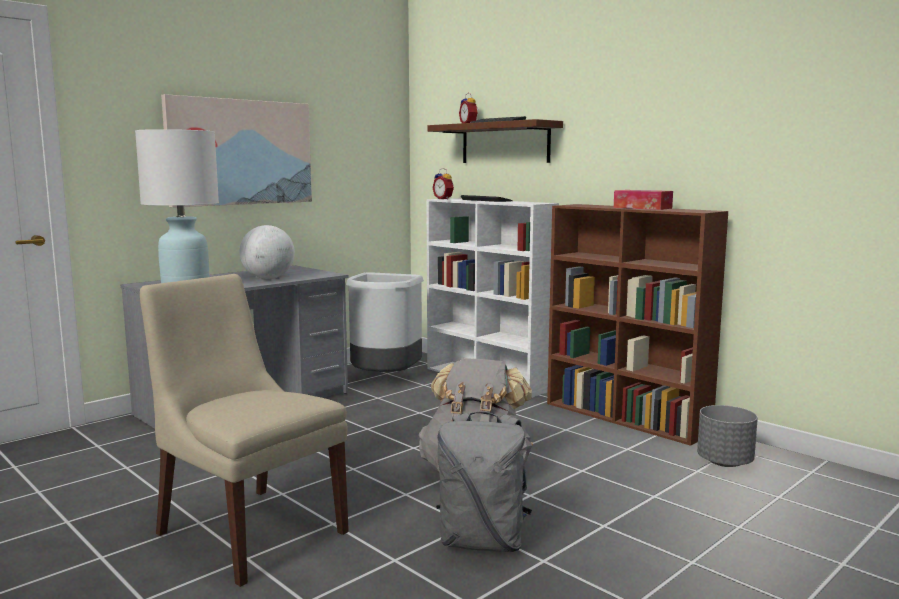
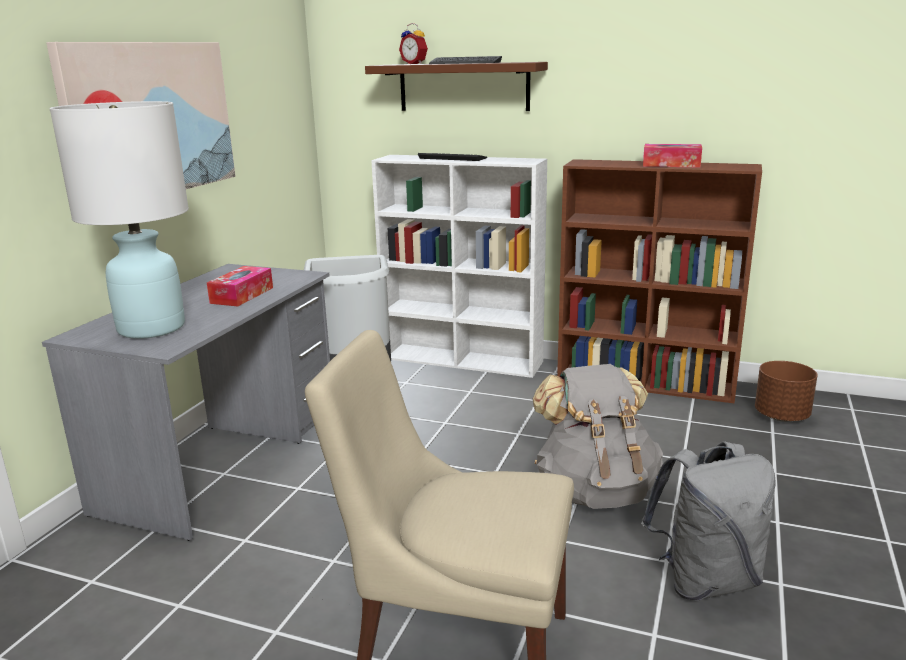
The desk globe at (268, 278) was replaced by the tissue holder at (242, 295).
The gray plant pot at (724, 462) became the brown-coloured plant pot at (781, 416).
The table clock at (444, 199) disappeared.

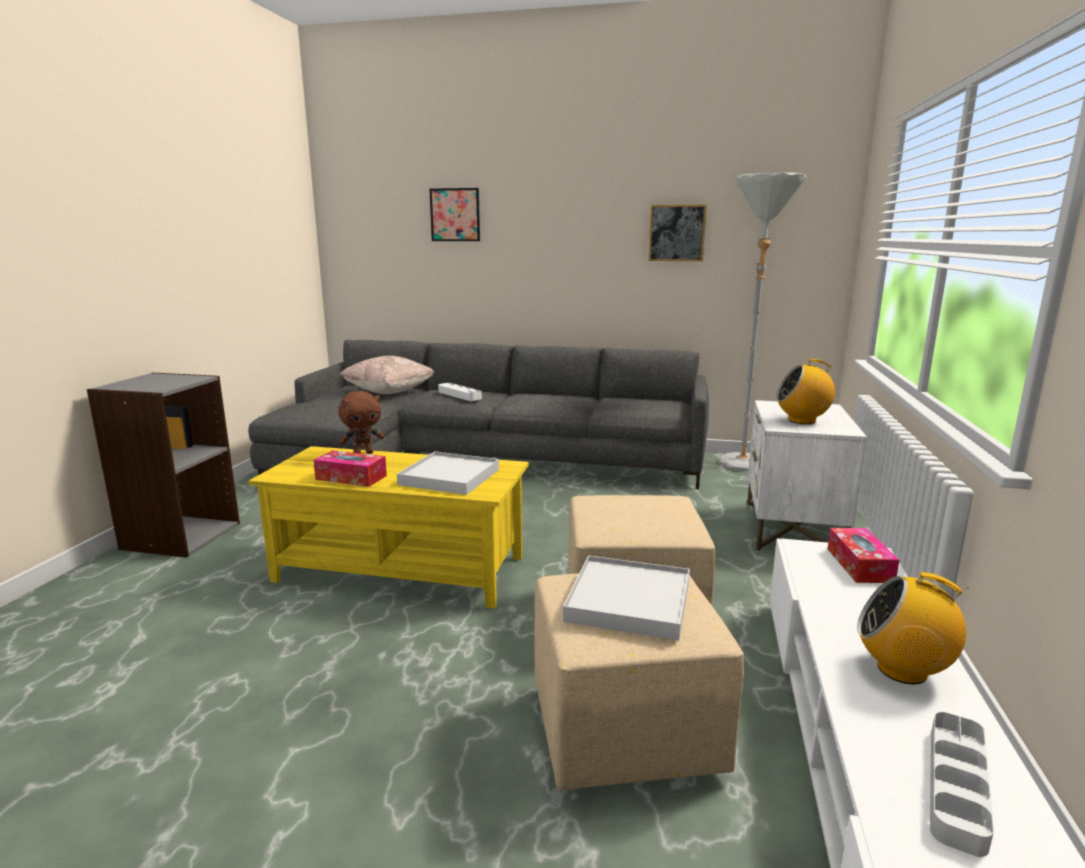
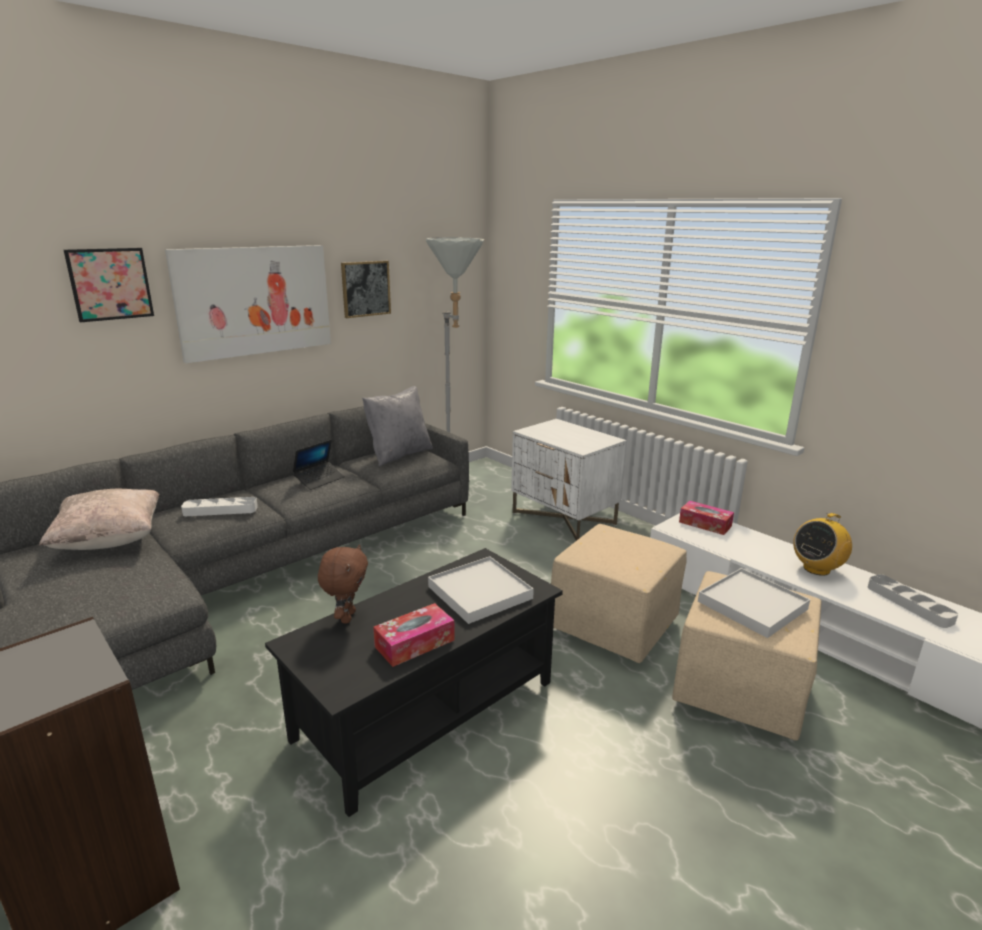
The wall picture at (254, 301) appeared.
The yellow coffee table at (401, 569) became the blackish coffee table at (427, 709).
The portable computer at (319, 480) appeared.
The gray cushion at (399, 454) appeared.
The radio receiver at (802, 420) disappeared.

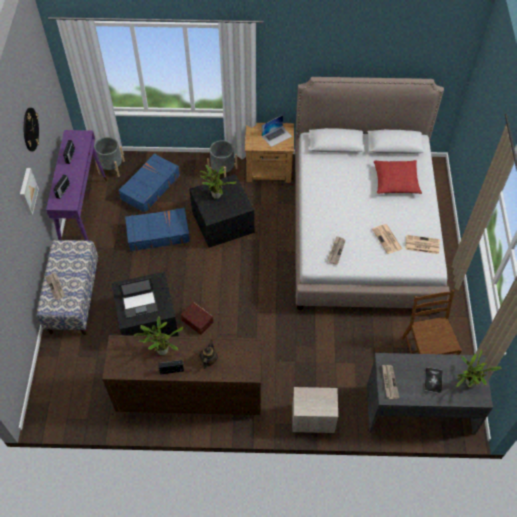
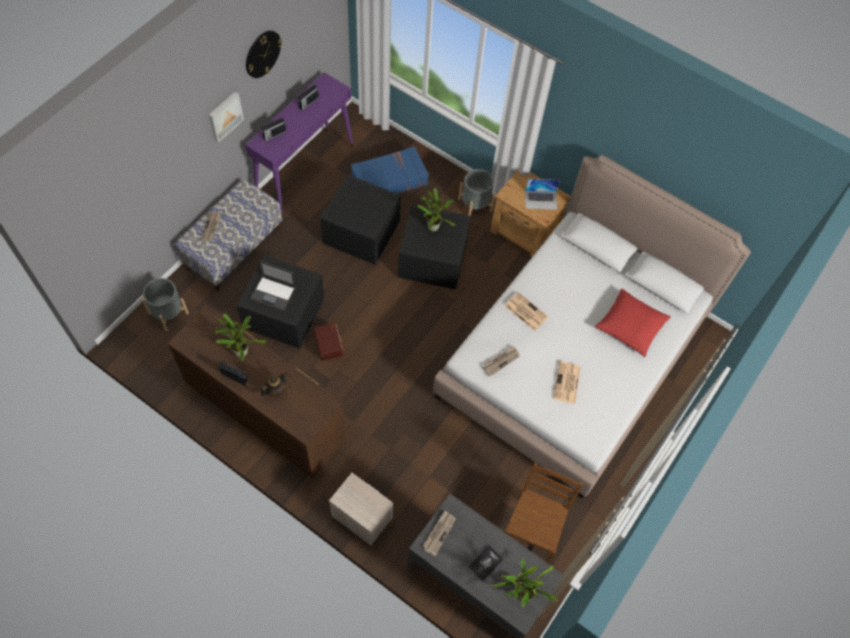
The gray plant pot moved from (111, 167) to (168, 313).
The blue suitcase at (158, 233) was replaced by the blackish storage box at (360, 232).
The printed paper moved from (421, 245) to (525, 311).

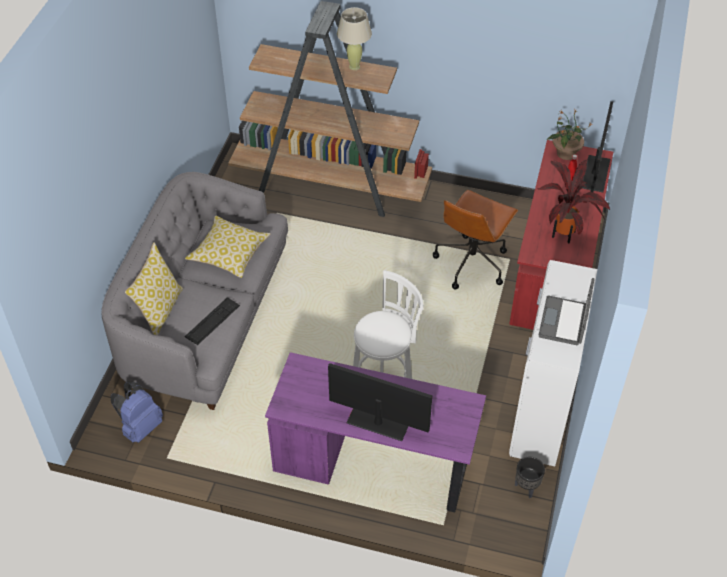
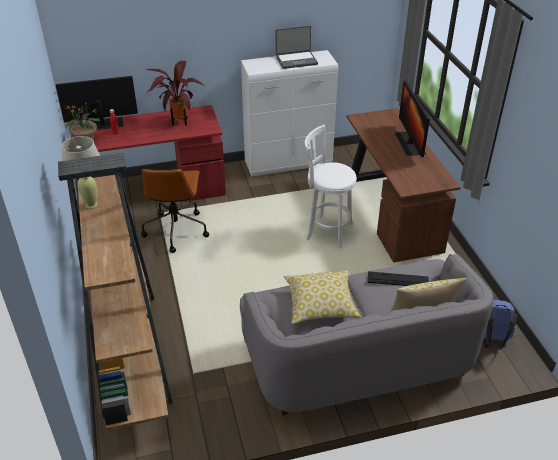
The brown-coloured office chair at (471, 262) turned 90 degrees clockwise.
The purplish desk table at (375, 465) became the brown-coloured desk table at (391, 212).
The blackish plant pot at (526, 487) disappeared.

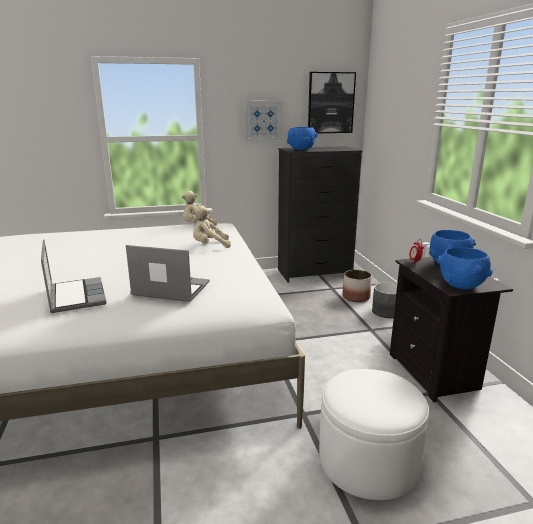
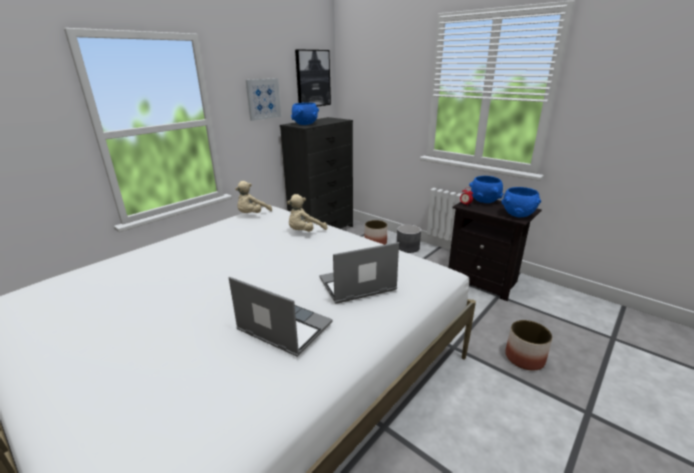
The white ottoman at (368, 460) was replaced by the plant pot at (525, 358).

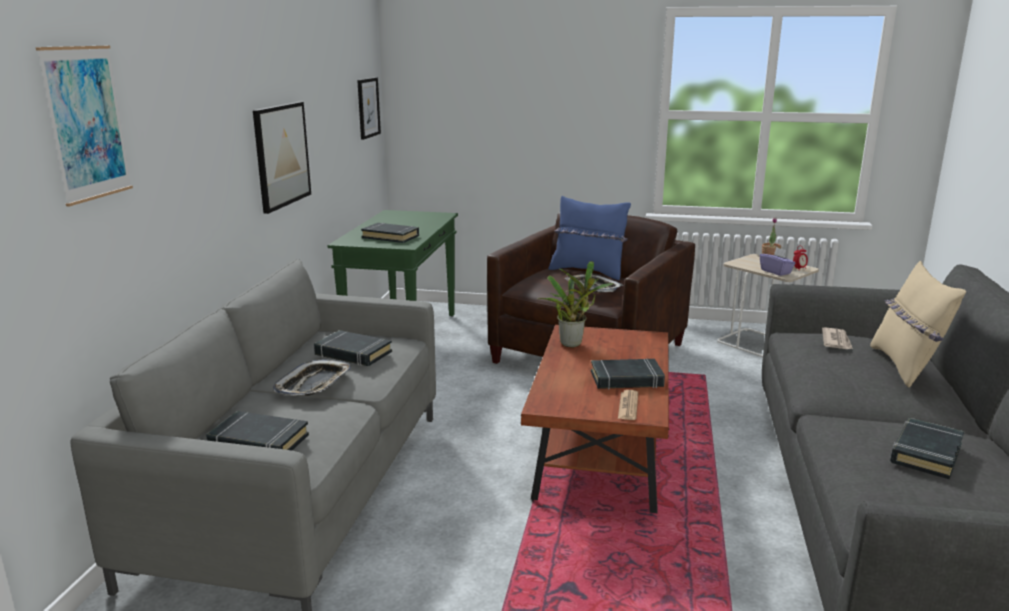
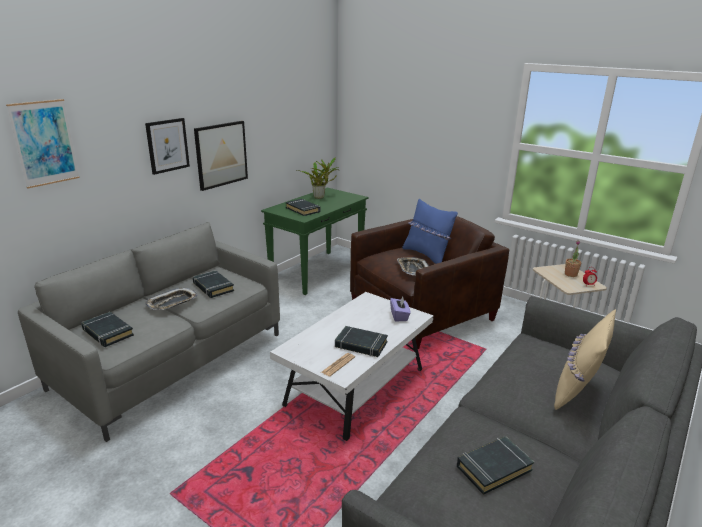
The wall picture moved from (368, 107) to (167, 145).
The brown-coloured coffee table at (600, 453) became the white coffee table at (355, 387).
The potted plant moved from (573, 343) to (320, 197).
The purplish tissue holder moved from (776, 272) to (399, 316).
The printed paper at (836, 341) disappeared.

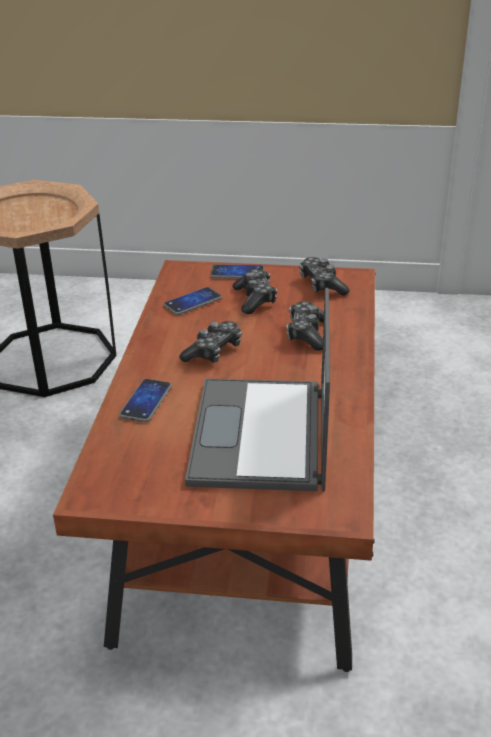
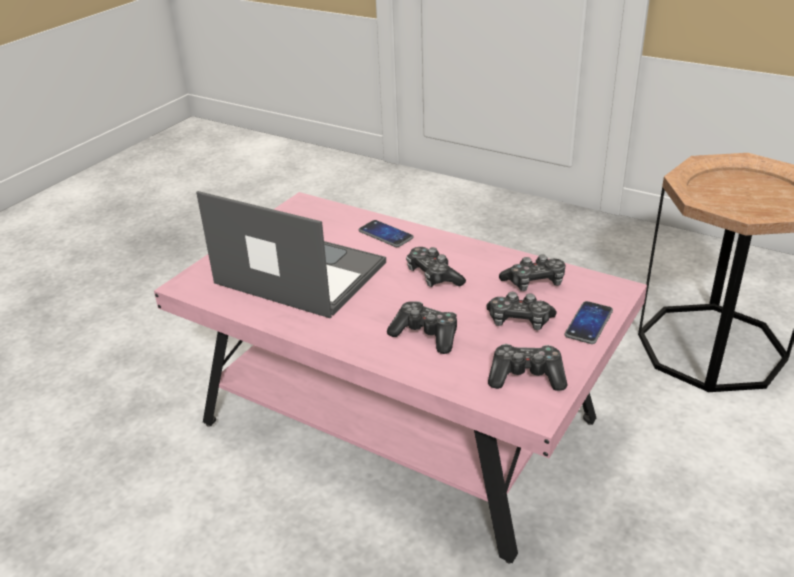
The brown-coloured coffee table at (250, 512) became the pink-coloured coffee table at (399, 423).
The handset at (192, 302) was replaced by the joypad at (534, 282).

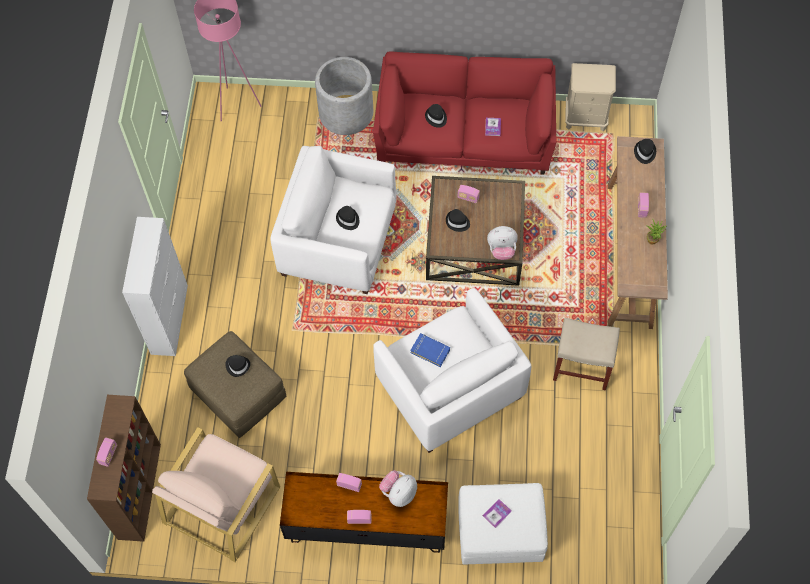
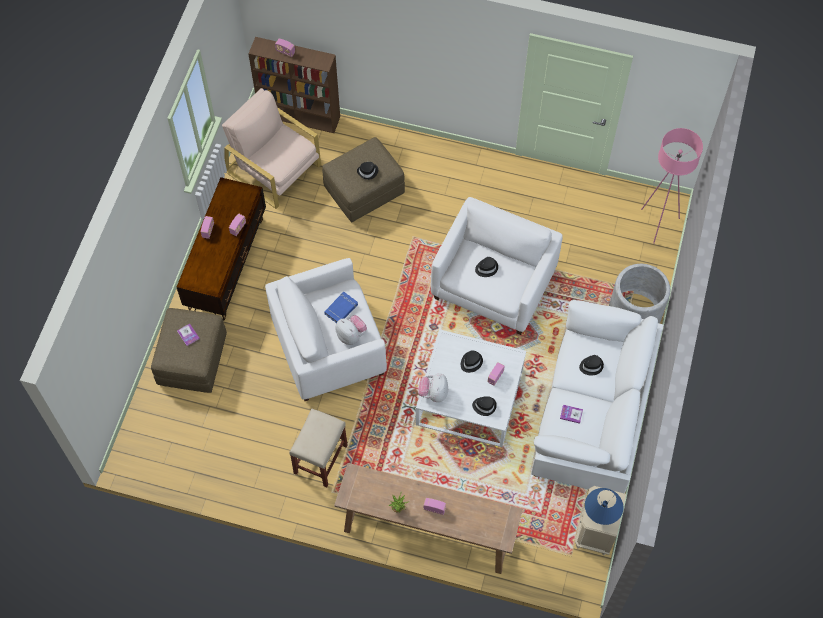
The white ottoman at (500, 531) became the brown-coloured ottoman at (192, 360).
The plush toy moved from (399, 493) to (351, 335).
The brown-coloured coffee table at (474, 241) became the white coffee table at (470, 397).
The blackish hat moved from (644, 152) to (484, 406).
The red couch at (464, 135) became the white couch at (592, 413).
The blue table lamp at (601, 513) appeared.
The white storage cabinet at (169, 319) disappeared.

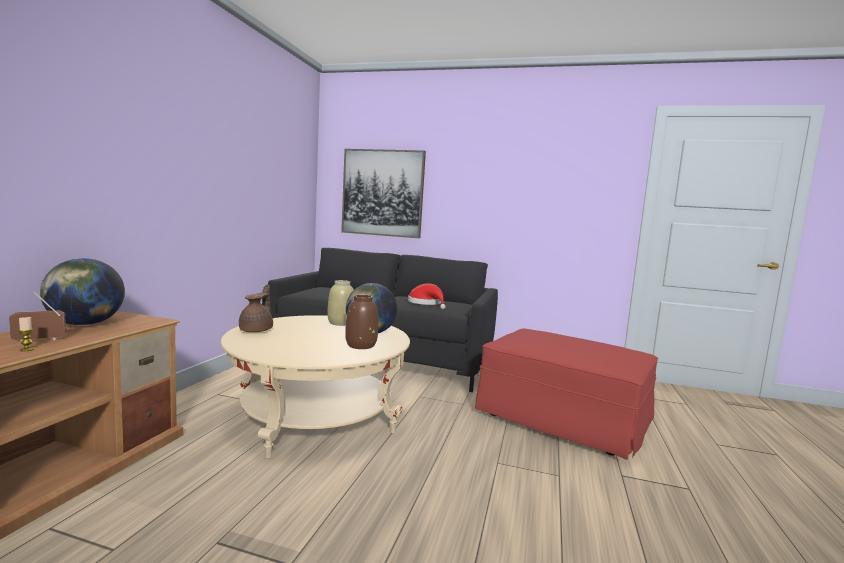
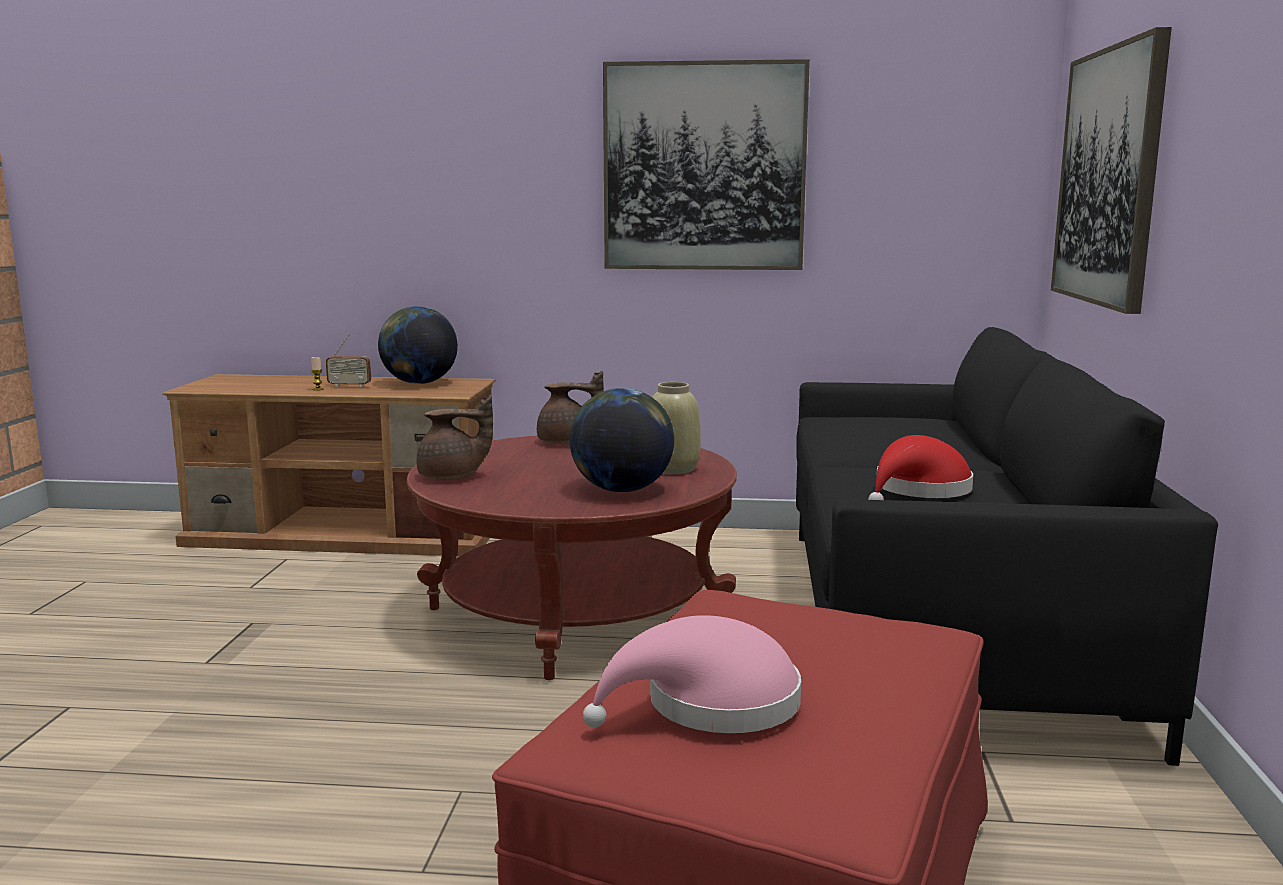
The radio receiver at (39, 340) turned 135 degrees clockwise.
The beige coffee table at (317, 416) became the red coffee table at (575, 614).
The brown-coloured teapot at (452, 477) appeared.
The pink-coloured hat at (710, 705) appeared.
The wall picture at (704, 167) appeared.
The brown-coloured decorative vase at (360, 345) disappeared.

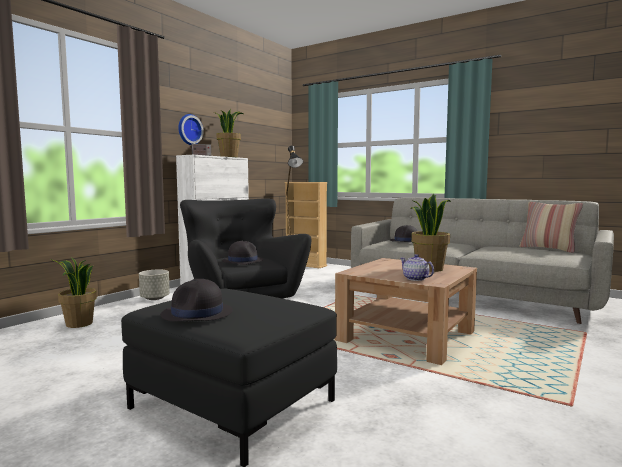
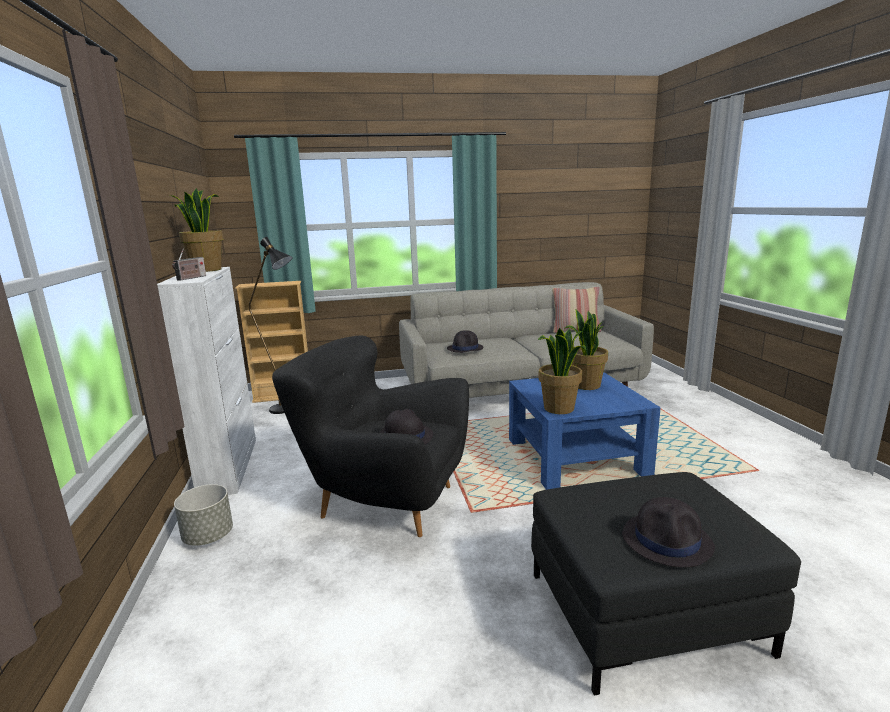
The brown-coloured coffee table at (406, 336) became the blue coffee table at (576, 456).
The potted plant moved from (78, 324) to (559, 409).
The clock on the wall at (189, 129) disappeared.
The teapot at (415, 279) disappeared.

